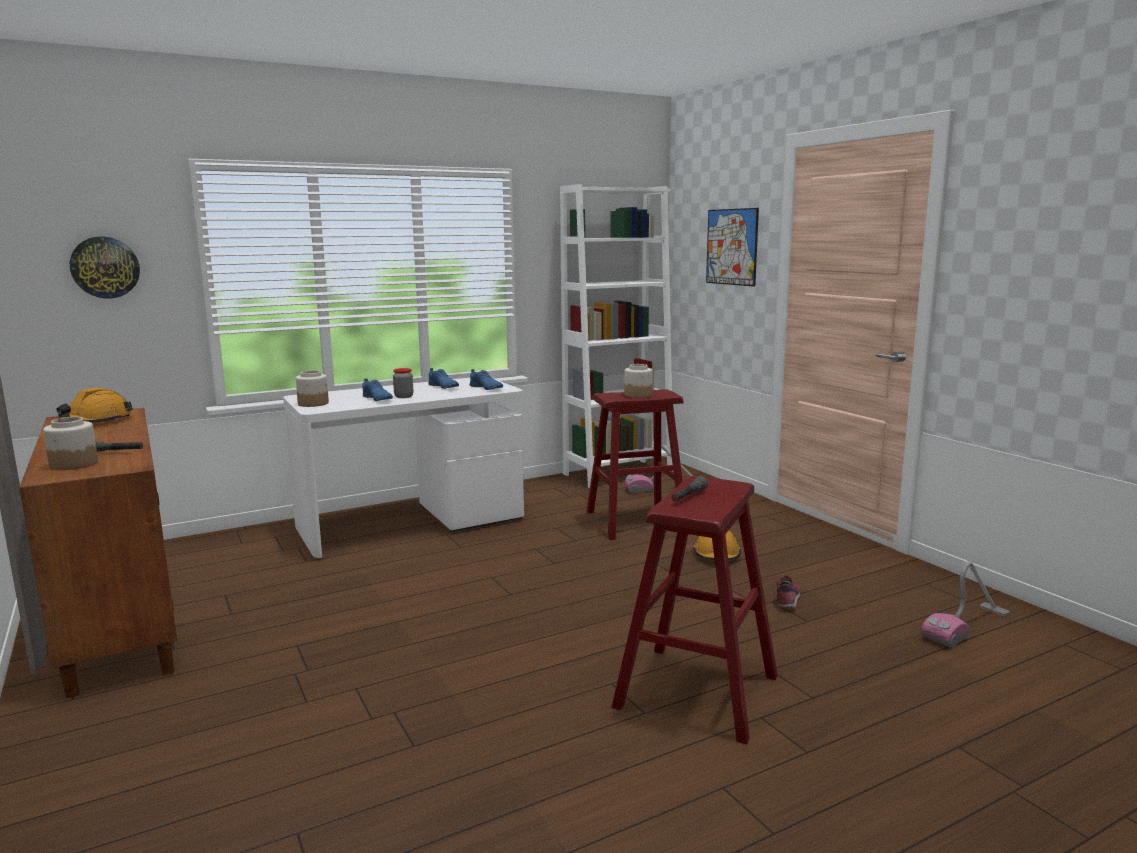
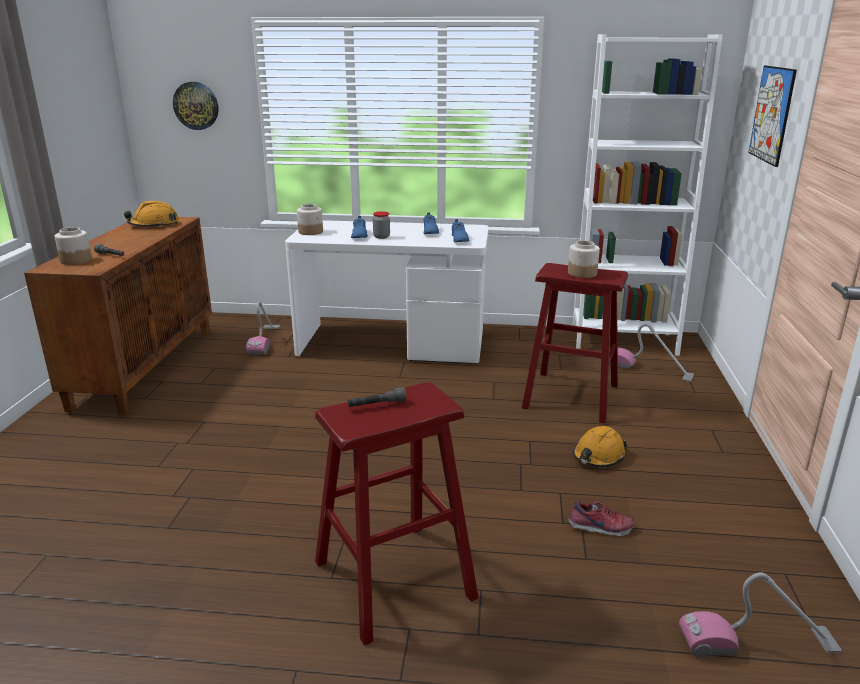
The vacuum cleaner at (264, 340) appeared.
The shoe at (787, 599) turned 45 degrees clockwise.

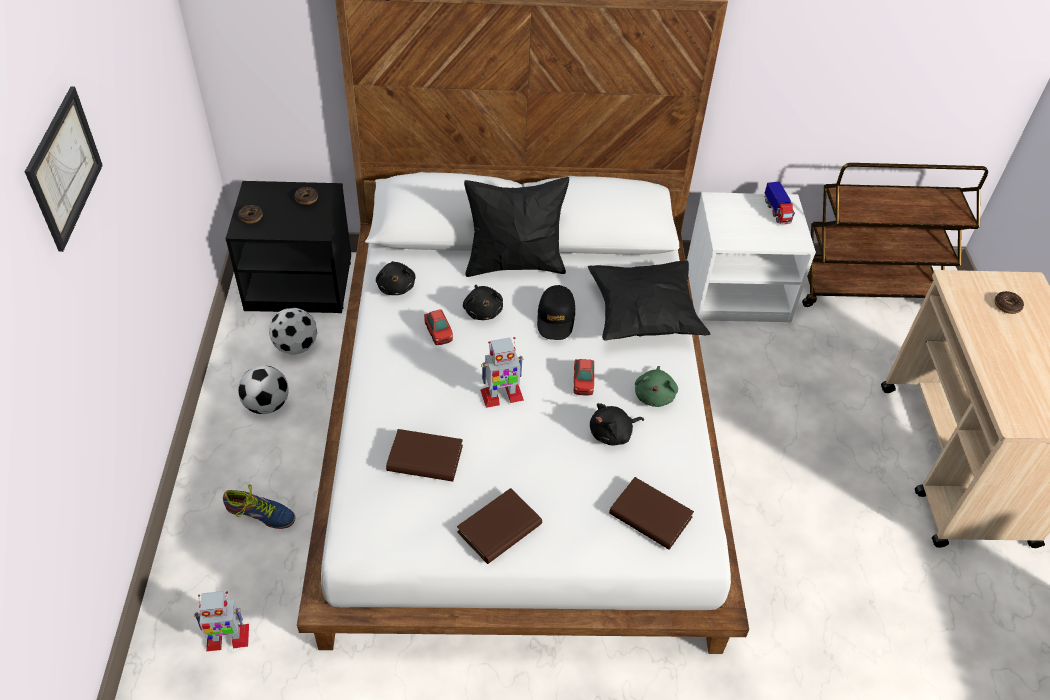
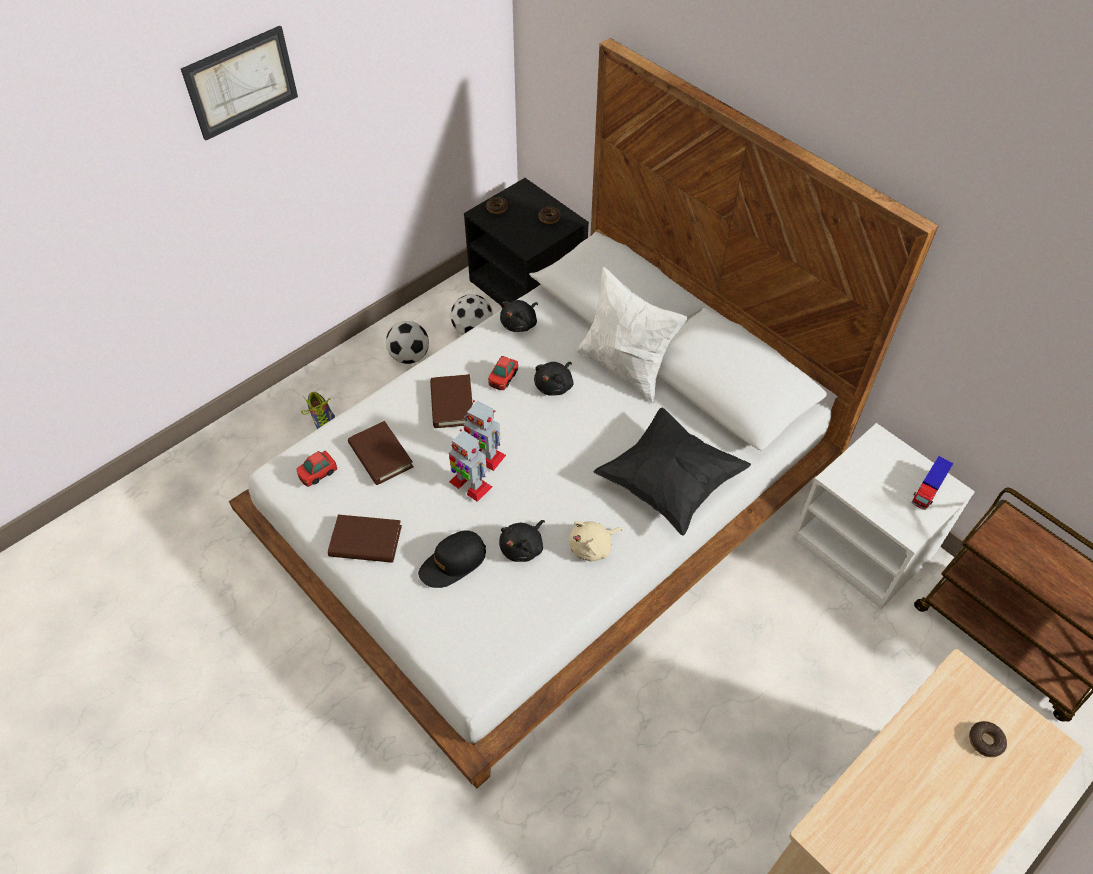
The model car moved from (583, 382) to (317, 473).
The blackish baseball cap moved from (556, 318) to (453, 563).
The brown-coloured volume moved from (650, 516) to (452, 404).
The robot figure moved from (227, 637) to (470, 484).
The blackish plush toy at (613, 434) turned 75 degrees counterclockwise.
The green-coloured plush toy at (654, 395) became the beige plush toy at (593, 547).
The blackish cushion at (514, 264) became the white cushion at (625, 368).

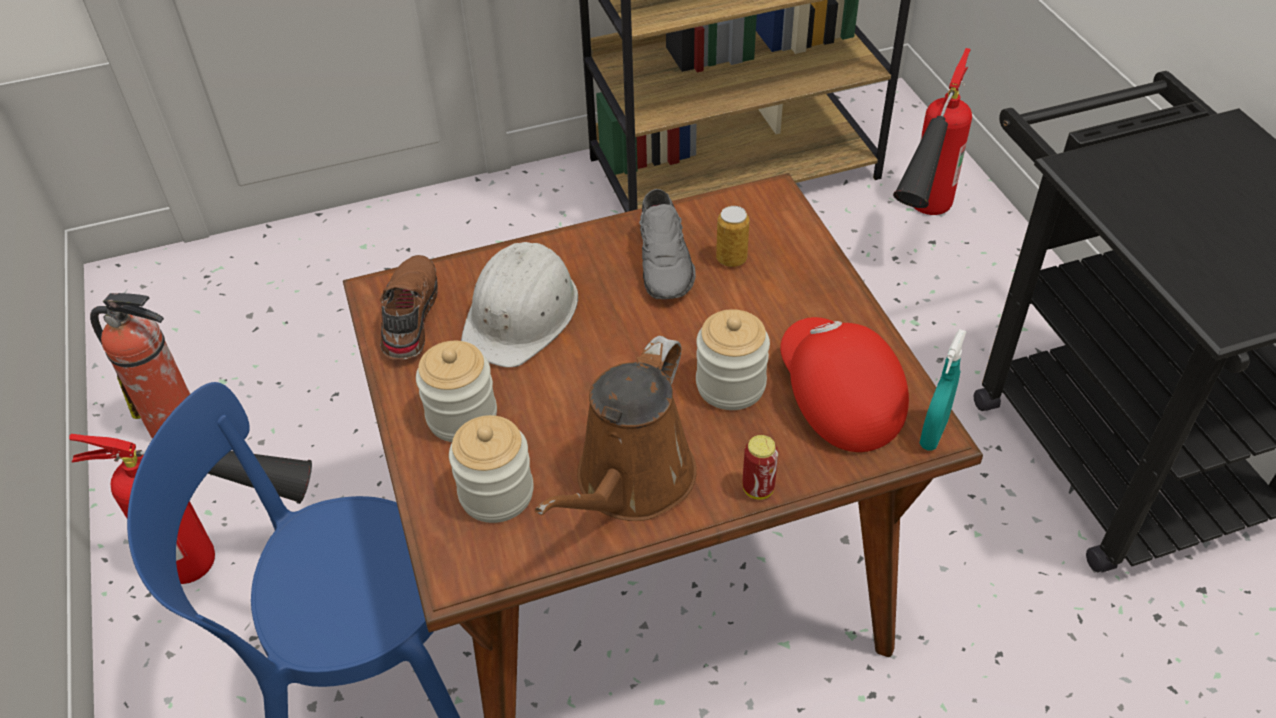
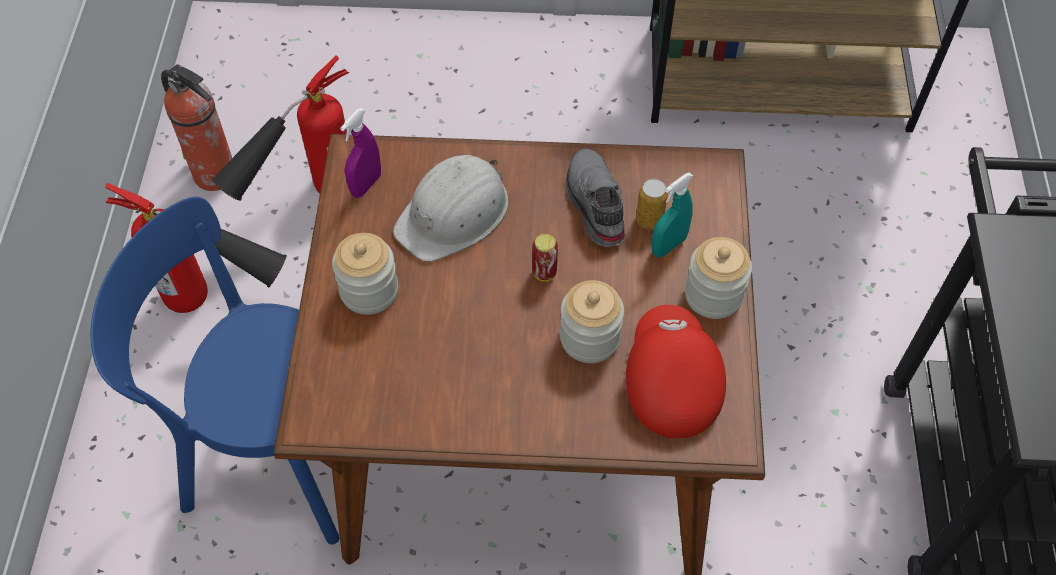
The fire-fighting cylinder moved from (918, 226) to (303, 204).
The brown-coloured shoe at (408, 315) was replaced by the purplish spray bottle at (366, 185).
The can moved from (758, 488) to (544, 273).
The gray shoe at (666, 262) turned 150 degrees clockwise.
The turquoise-coloured spray bottle moved from (933, 433) to (668, 246).
The preserve jar moved from (496, 493) to (713, 295).
The brown-coloured watering pot at (630, 483) disappeared.

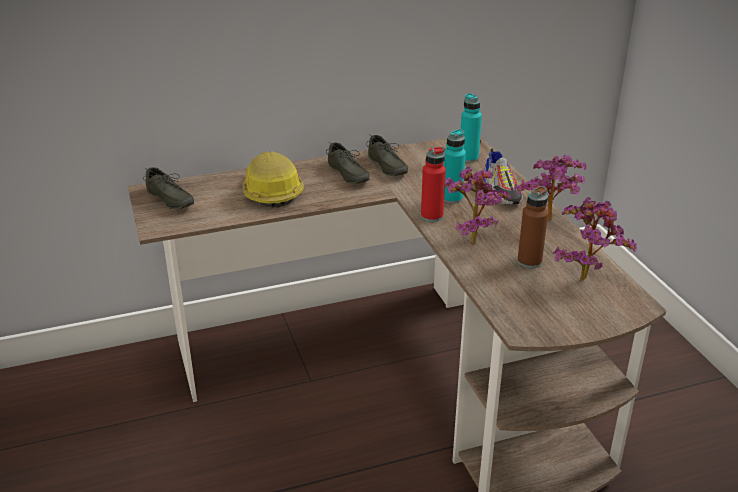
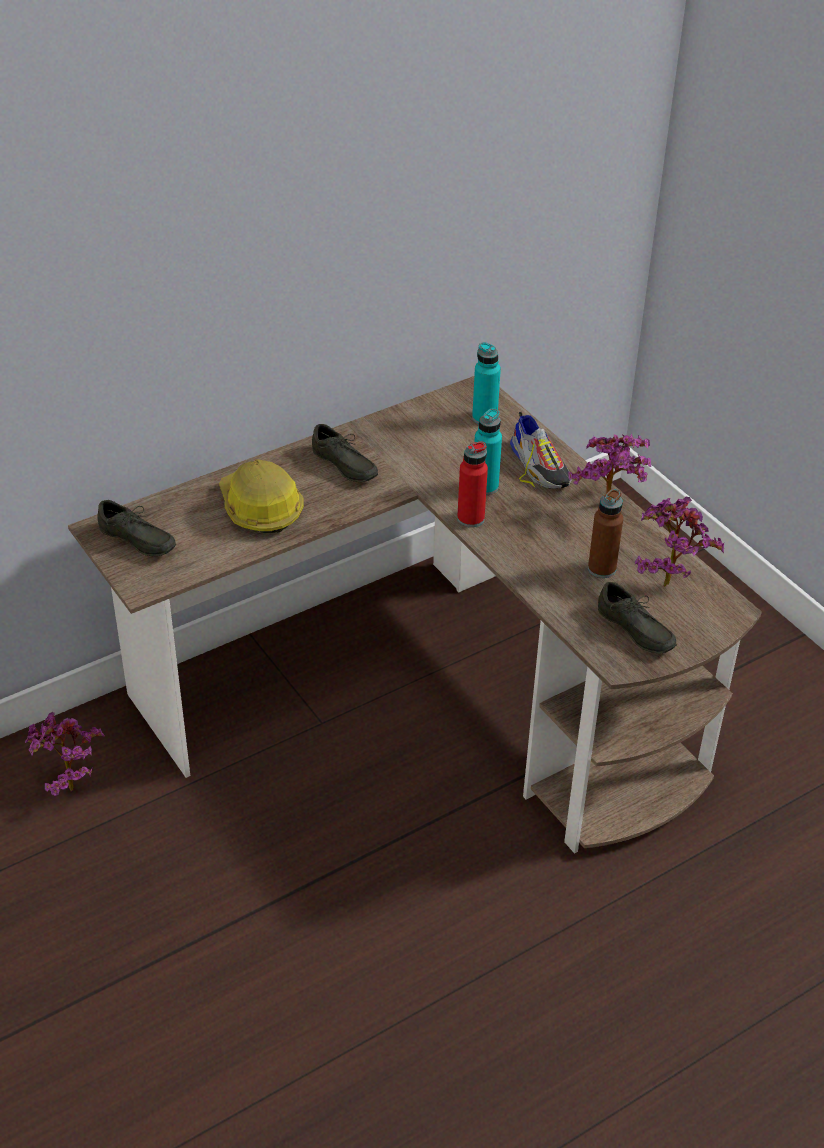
The potted plant moved from (470, 240) to (68, 784).
The gray shoe moved from (385, 167) to (633, 631).

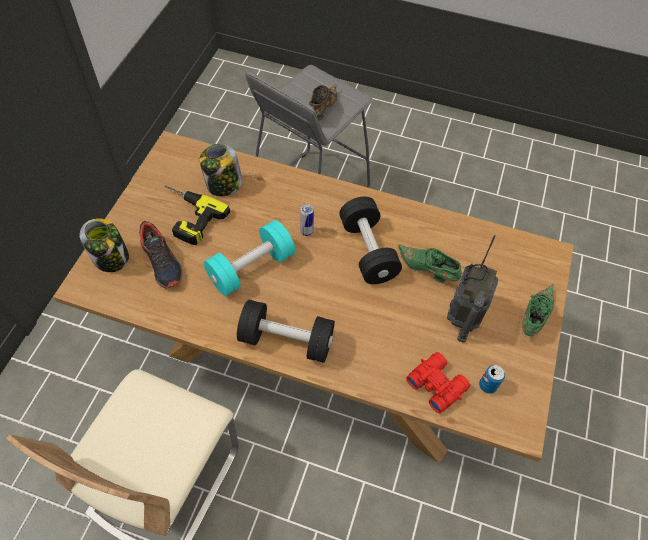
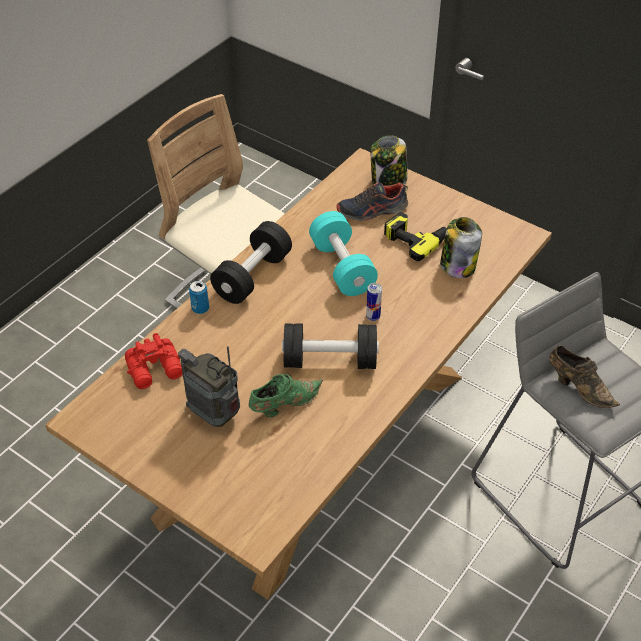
The can moved from (487, 385) to (200, 308).
The green-coloured shoe at (533, 318) disappeared.

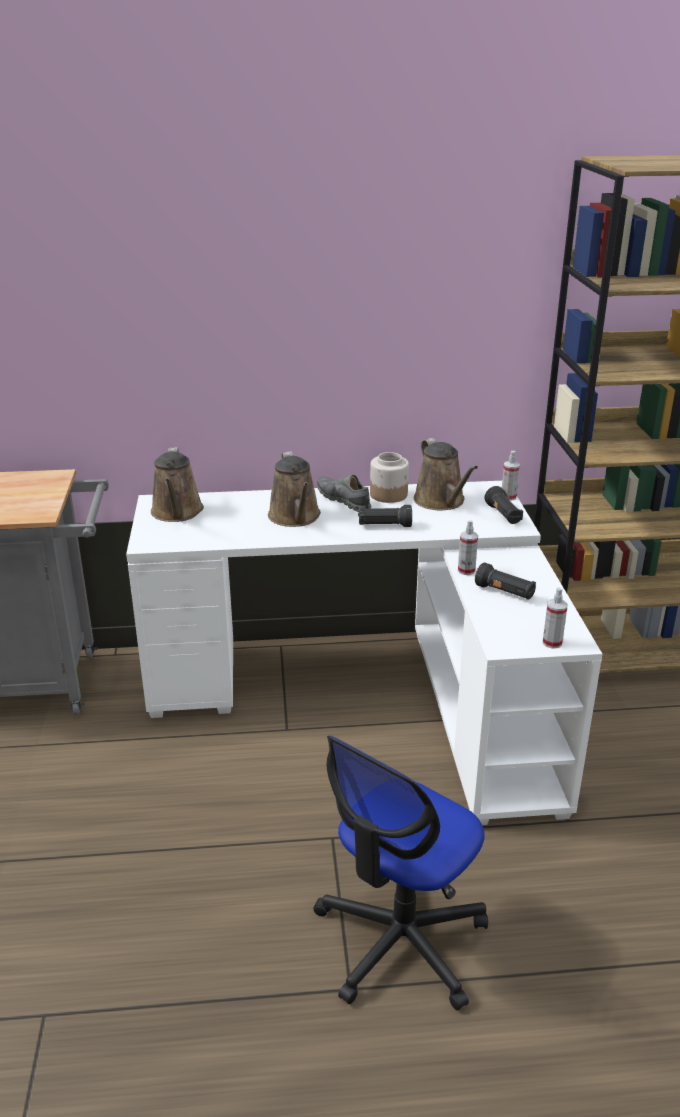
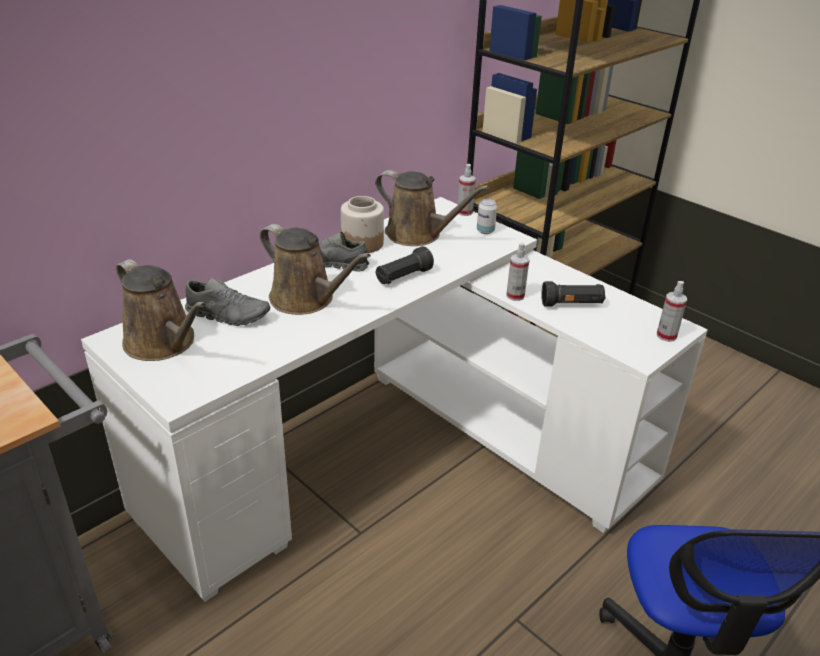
The gray shoe at (228, 315) appeared.
The blackish hand torch at (503, 515) was replaced by the can at (485, 231).

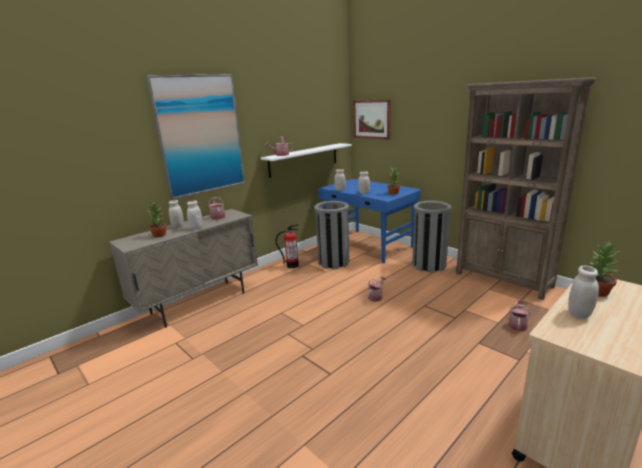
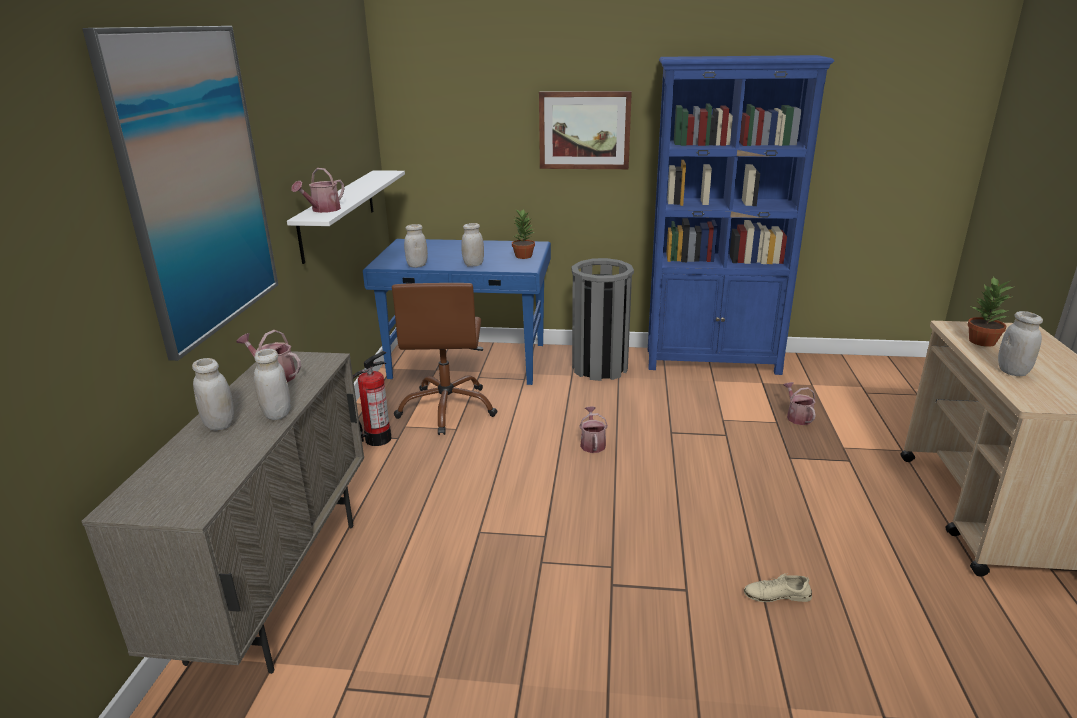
The gray waste bin at (333, 262) was replaced by the brown-coloured office chair at (447, 408).
The wall picture moved from (372, 119) to (584, 130).
The brown-coloured shelving unit at (503, 280) became the blue shelving unit at (713, 361).
The beige shoe at (777, 595) appeared.
The potted plant at (159, 235) disappeared.

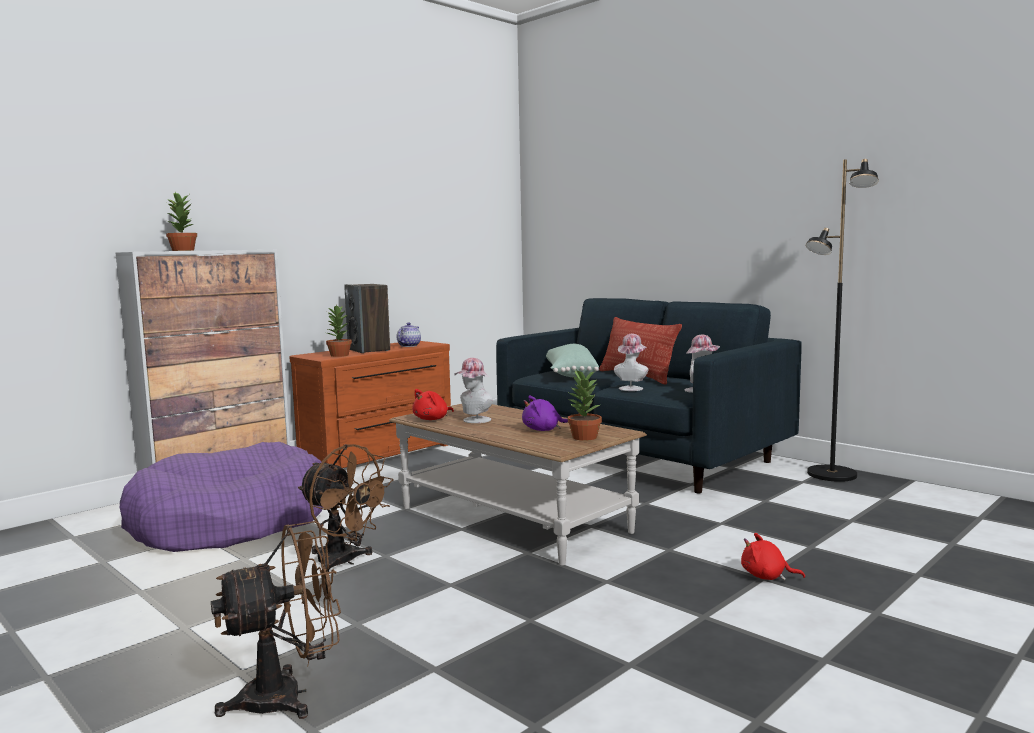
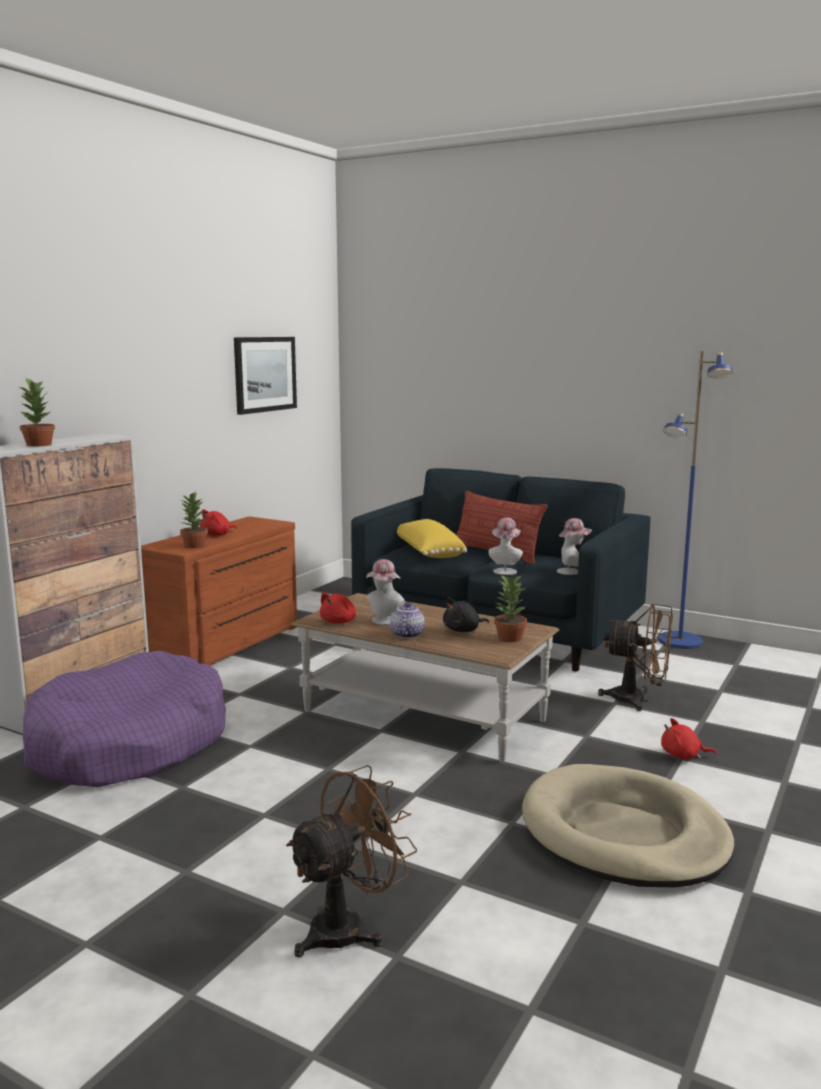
The speaker at (369, 350) was replaced by the red plush toy at (217, 535).
The wall picture at (265, 374) appeared.
The teapot moved from (409, 346) to (407, 634).
The green-coloured cushion at (569, 374) became the yellow cushion at (427, 552).
The purplish plush toy at (544, 430) became the blackish plush toy at (463, 630).
The beige pet bed at (623, 834) appeared.
The brown-coloured fan moved from (344, 562) to (638, 700).
The blackish standard lamp at (831, 475) became the blue standard lamp at (680, 641).

